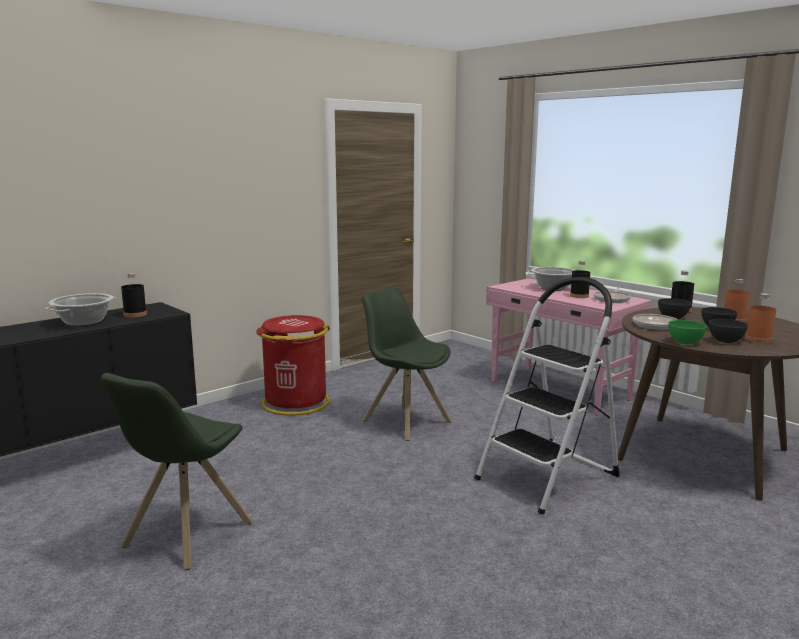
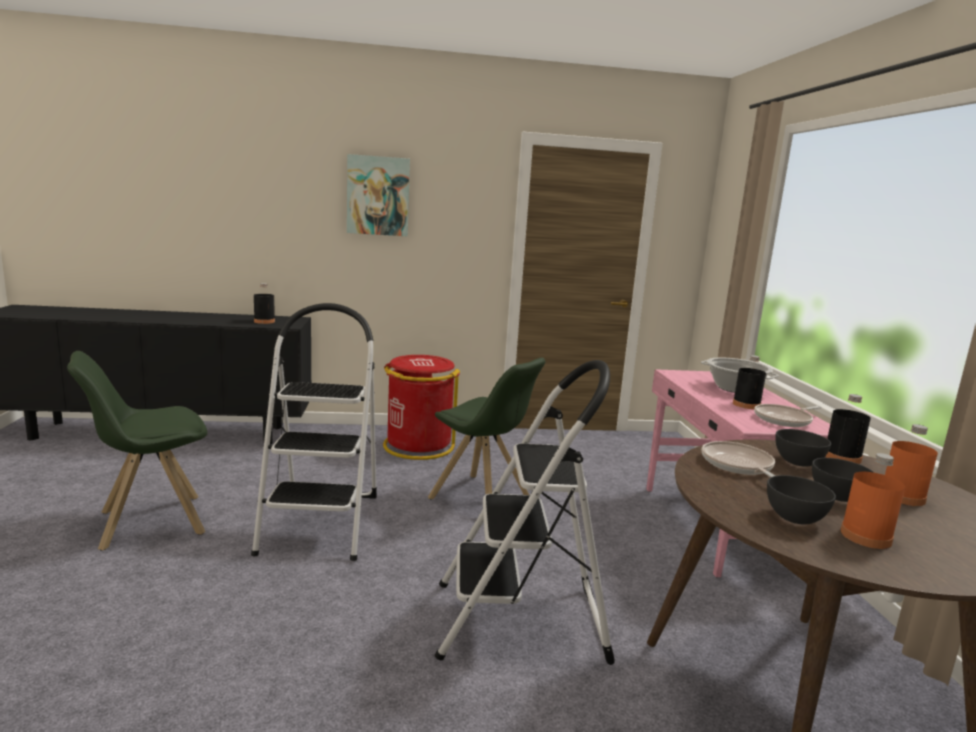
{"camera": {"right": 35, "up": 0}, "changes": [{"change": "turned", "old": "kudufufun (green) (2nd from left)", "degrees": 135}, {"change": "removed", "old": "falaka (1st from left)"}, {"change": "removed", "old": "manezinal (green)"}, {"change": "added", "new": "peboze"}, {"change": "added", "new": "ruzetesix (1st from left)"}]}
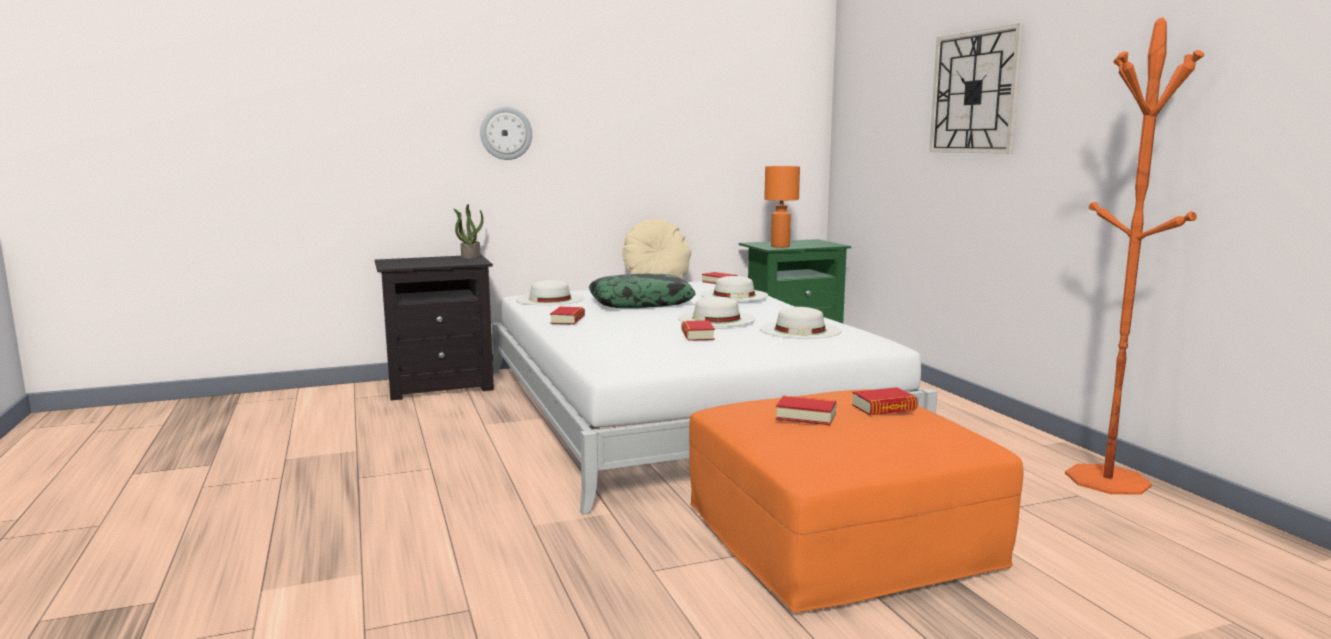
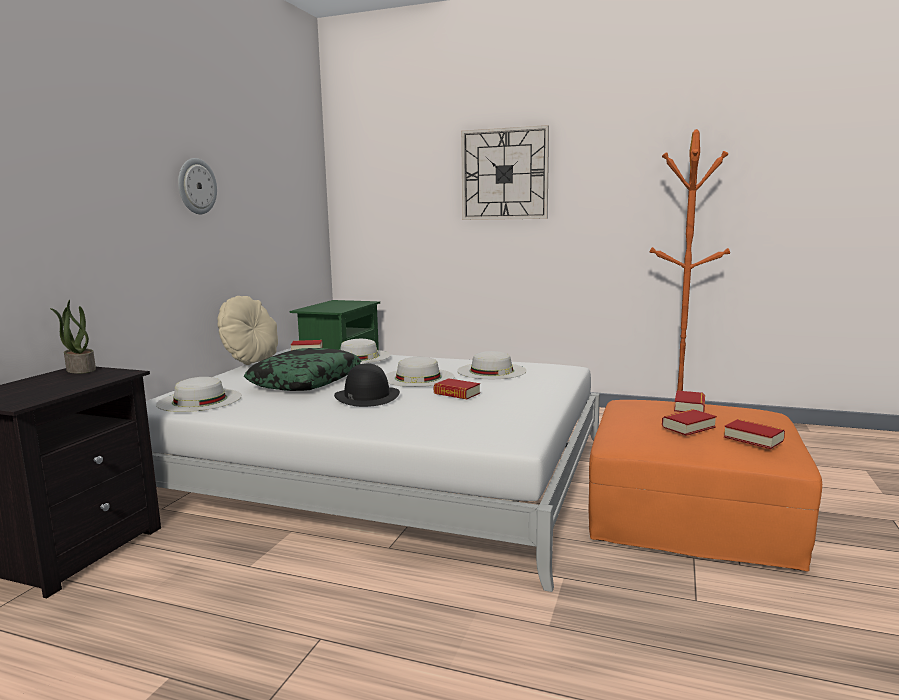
{"camera": {"right": -50, "up": 0}, "changes": [{"change": "moved", "old": "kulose (1st from left)"}, {"change": "removed", "old": "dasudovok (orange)"}, {"change": "moved", "old": "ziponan (1st from left in the first image)", "new": "ziponan (5th from left)"}, {"change": "added", "new": "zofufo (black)"}]}
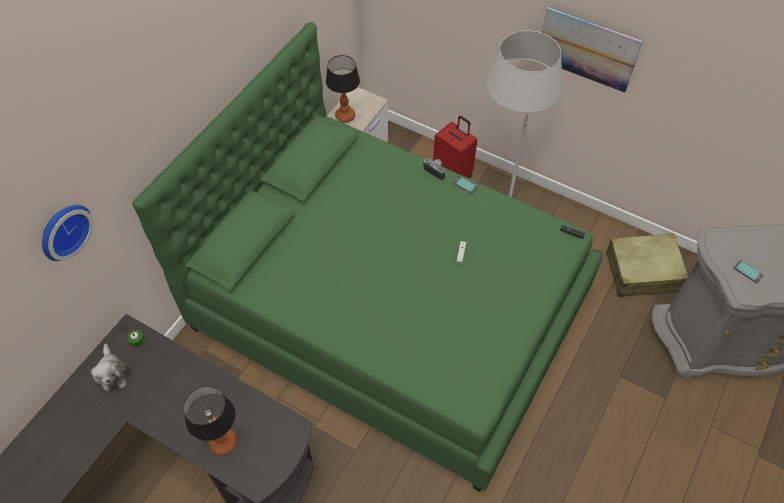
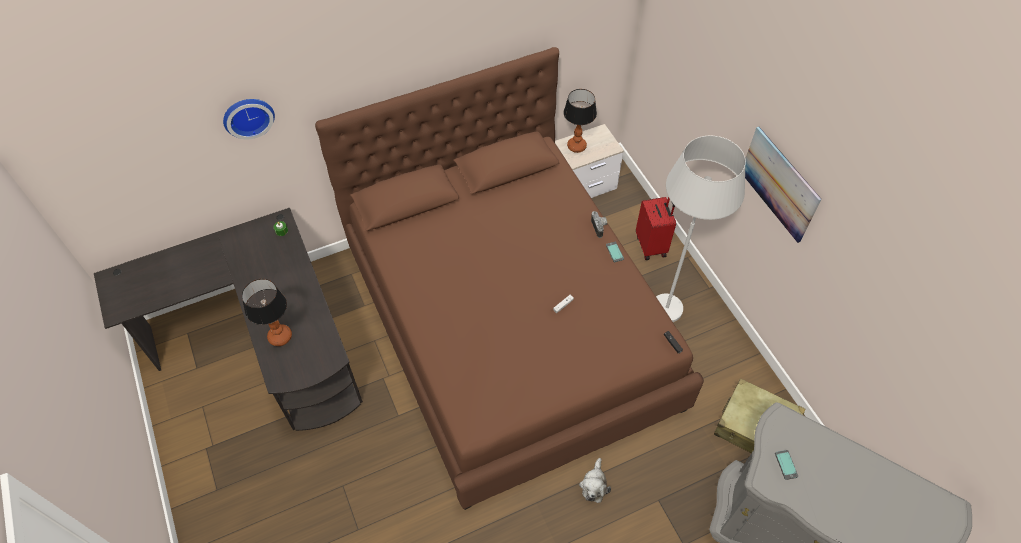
{"camera": {"right": 35, "up": 0}, "changes": [{"change": "recoloured", "old": "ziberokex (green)", "new": "ziberokex (brown)"}, {"change": "moved", "old": "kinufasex"}]}
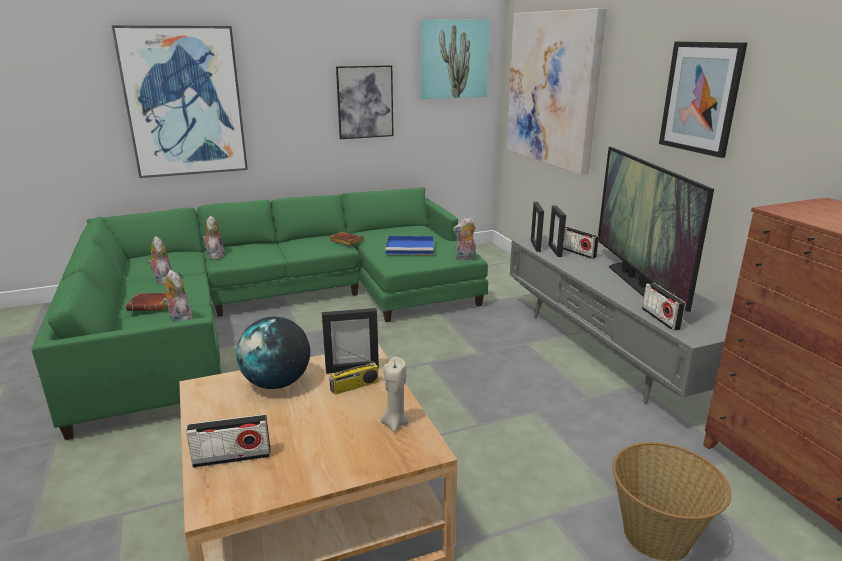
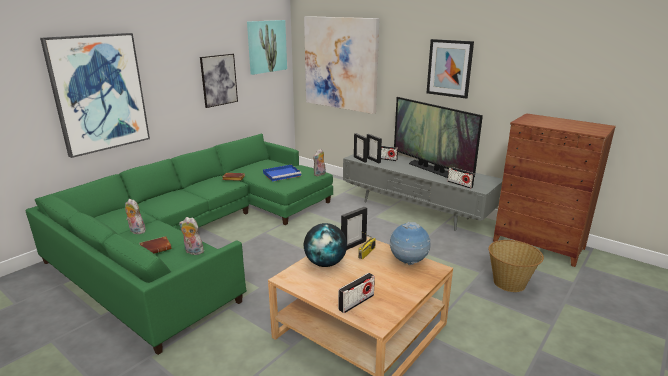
{"camera": {"right": -30, "up": 0}, "changes": [{"change": "removed", "old": "kinufasex (3rd from left)"}, {"change": "replaced", "old": "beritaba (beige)", "new": "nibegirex (2nd from left)"}]}
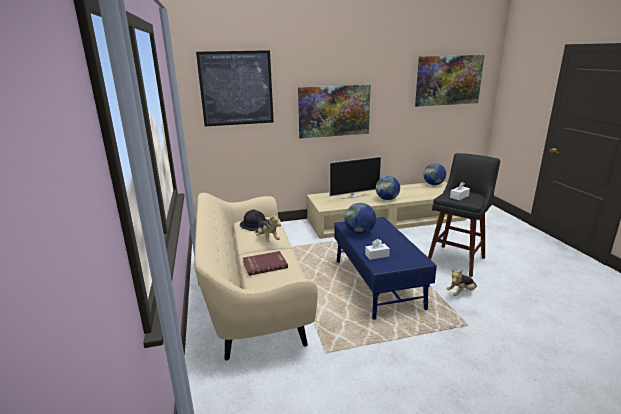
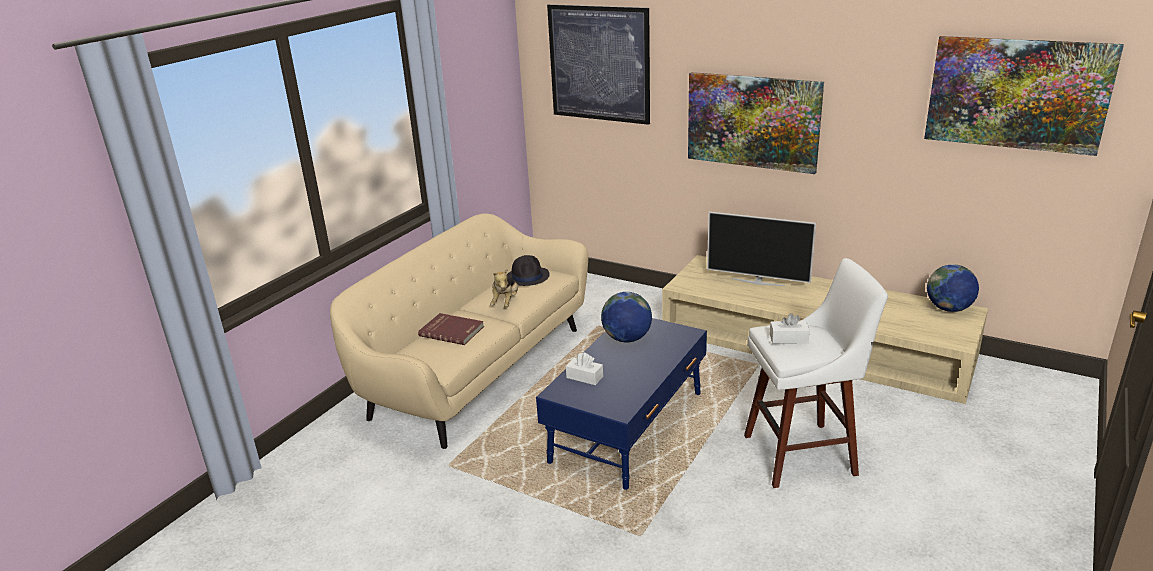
{"camera": {"right": 45, "up": 5}, "changes": [{"change": "recoloured", "old": "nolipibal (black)", "new": "nolipibal (white)"}, {"change": "removed", "old": "nibegirex (2nd from left)"}, {"change": "removed", "old": "kinufasex (2nd from left)"}]}
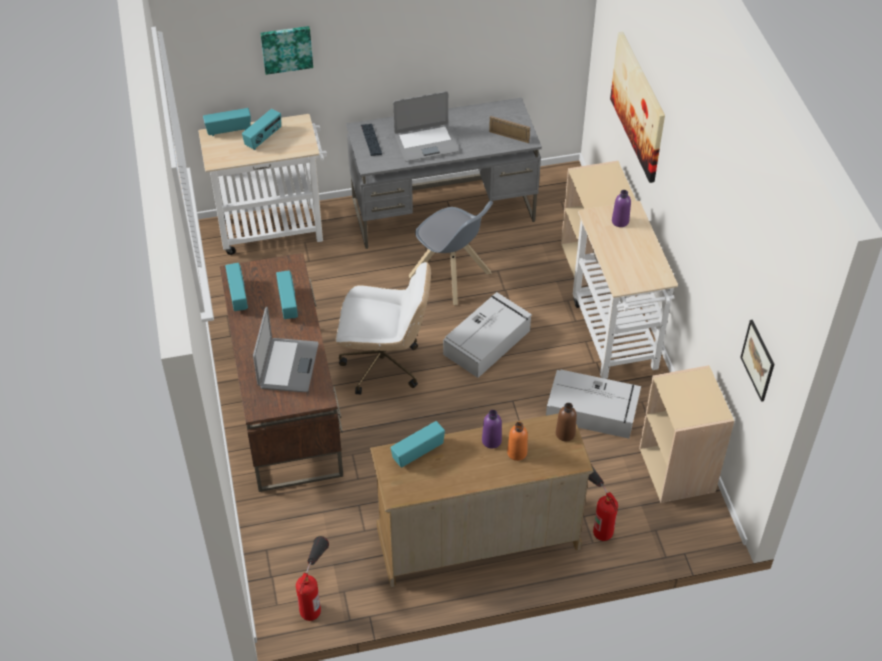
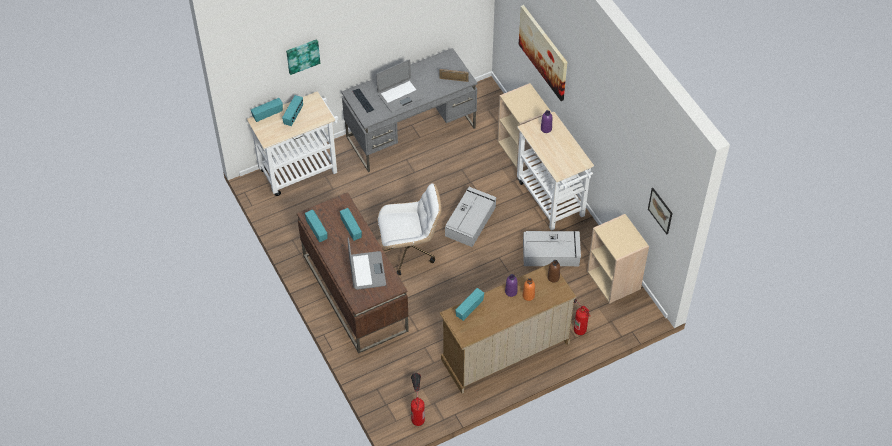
{"camera": {"right": -15, "up": 5}, "changes": [{"change": "removed", "old": "kudufufun (grey)"}]}
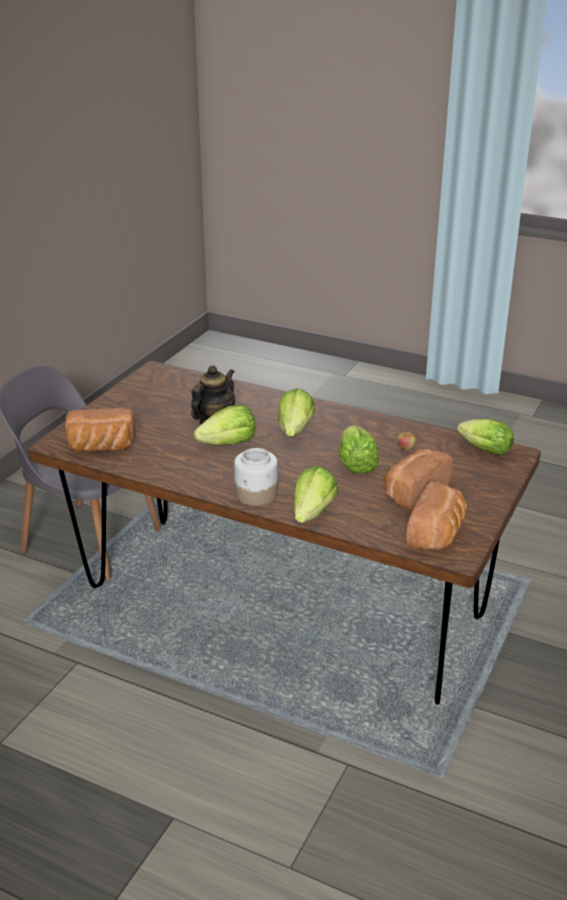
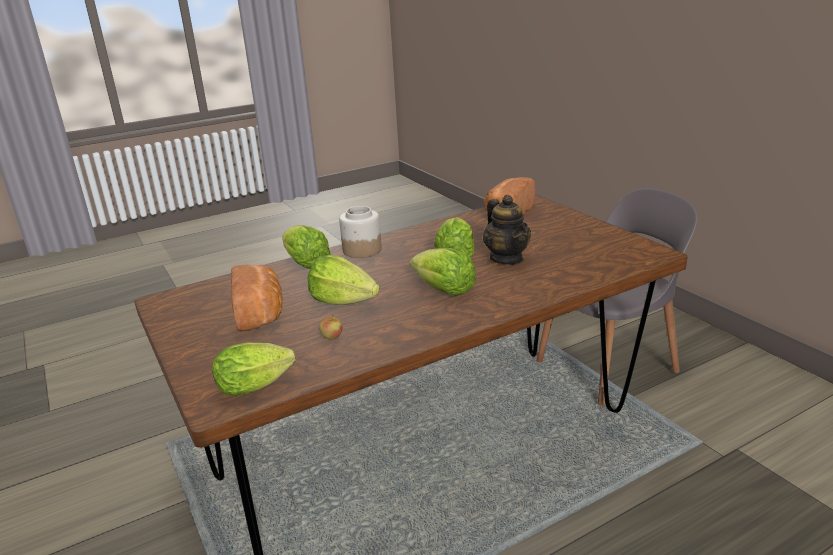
{"camera": {"right": 125, "up": -5}, "changes": [{"change": "removed", "old": "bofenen (3rd from left)"}]}
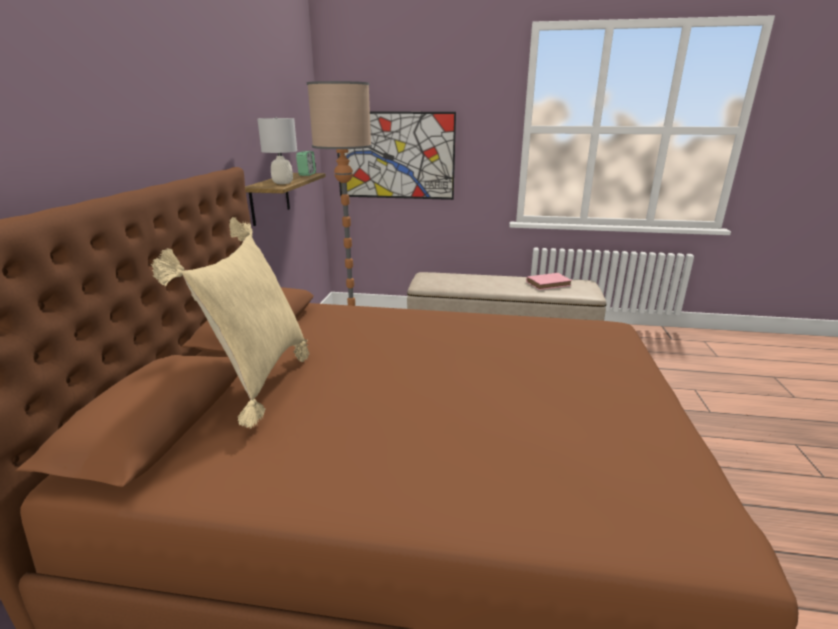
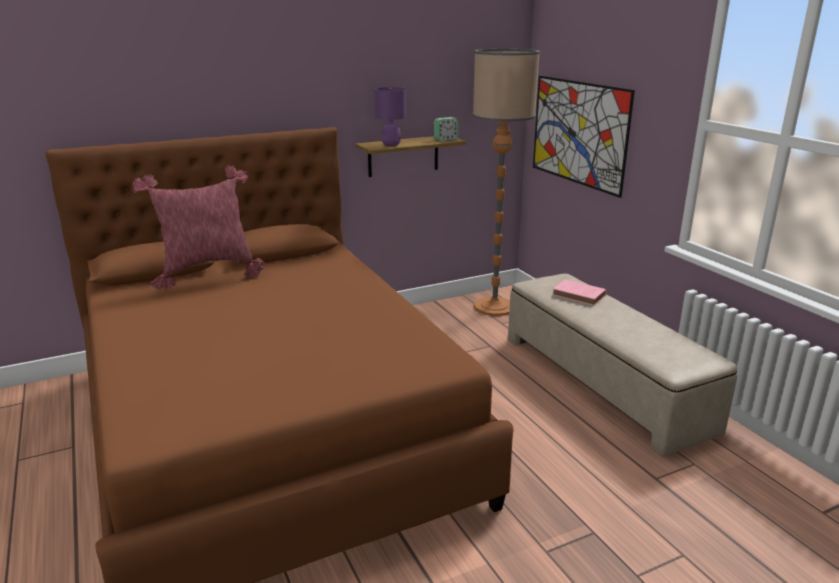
{"camera": {"right": 55, "up": 0}, "changes": [{"change": "recoloured", "old": "dasudovok (grey)", "new": "dasudovok (purple)"}, {"change": "recoloured", "old": "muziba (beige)", "new": "muziba (red)"}, {"change": "moved", "old": "ziponan (pink)"}]}
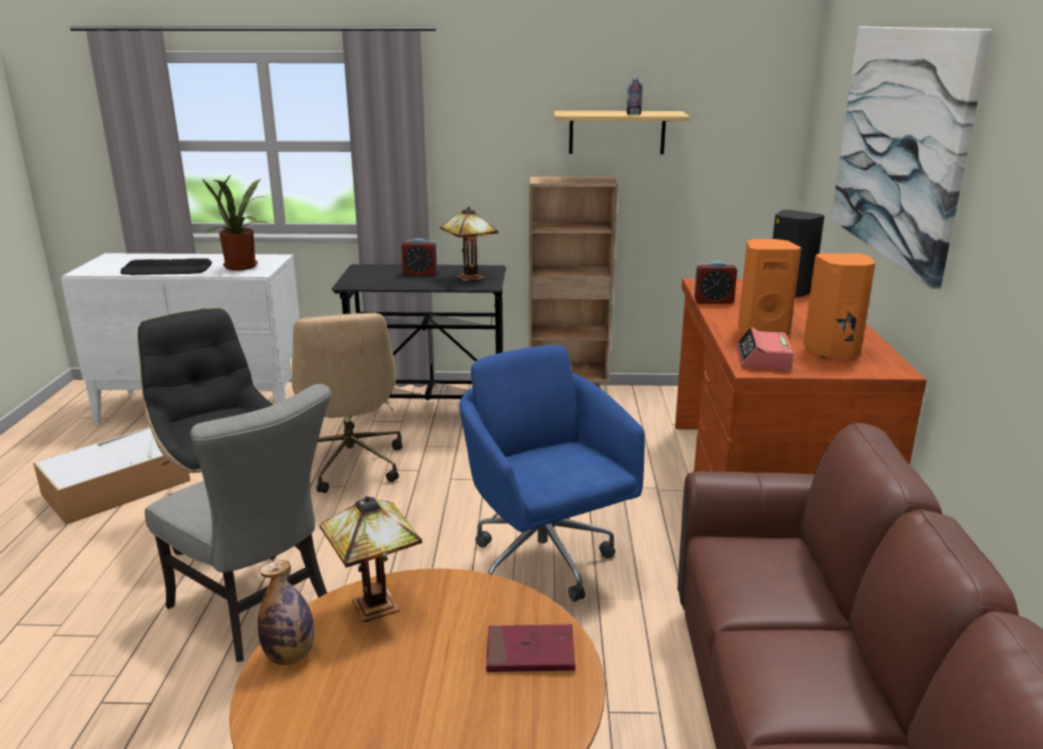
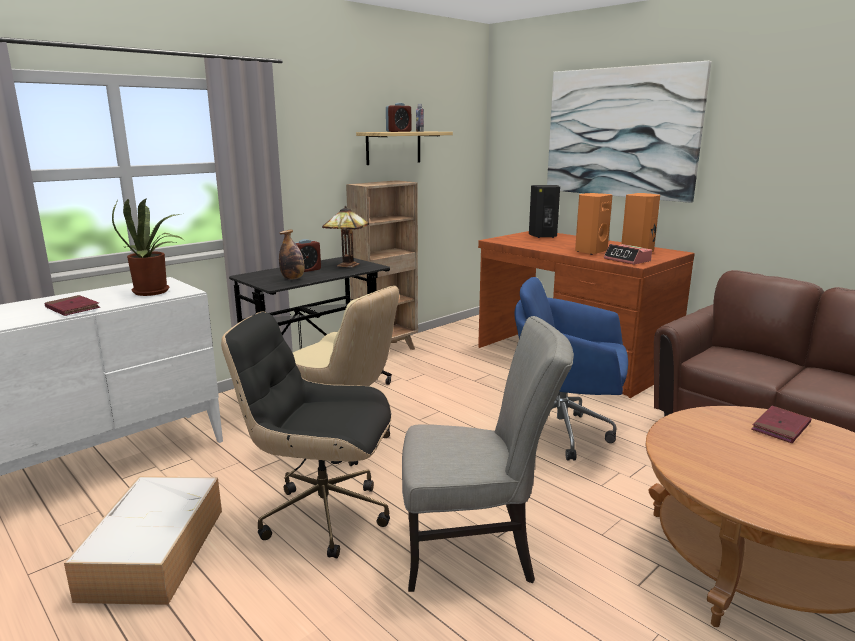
{"camera": {"right": -45, "up": -5}, "changes": [{"change": "replaced", "old": "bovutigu", "new": "ziponan (red) (1st from left)"}, {"change": "moved", "old": "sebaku (2nd from left)"}, {"change": "removed", "old": "dasudovok (1st from left)"}, {"change": "moved", "old": "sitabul (1st from left)"}]}
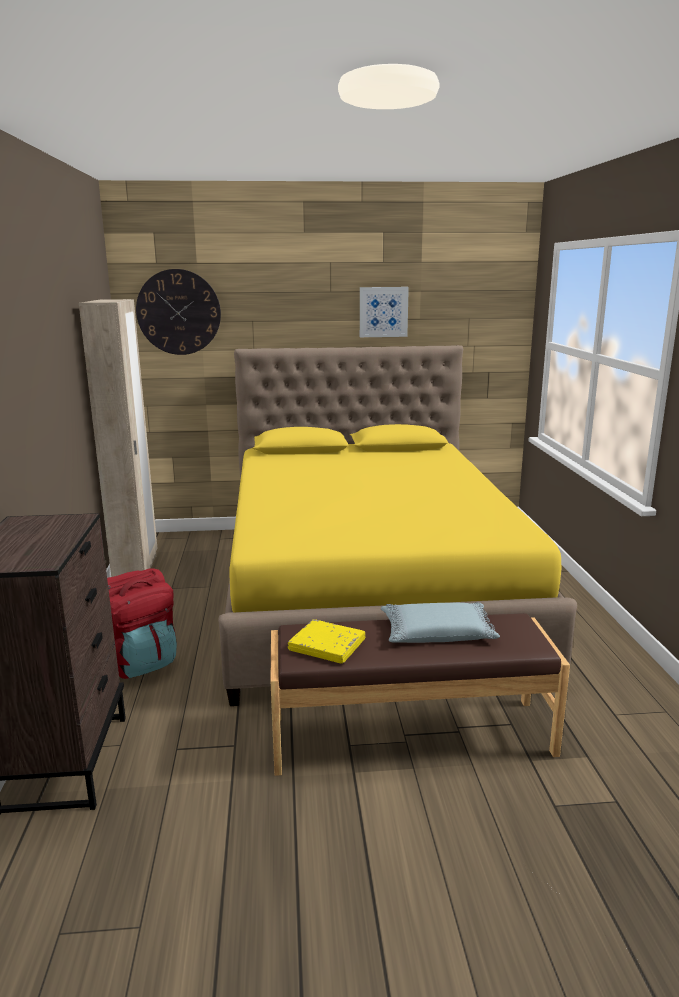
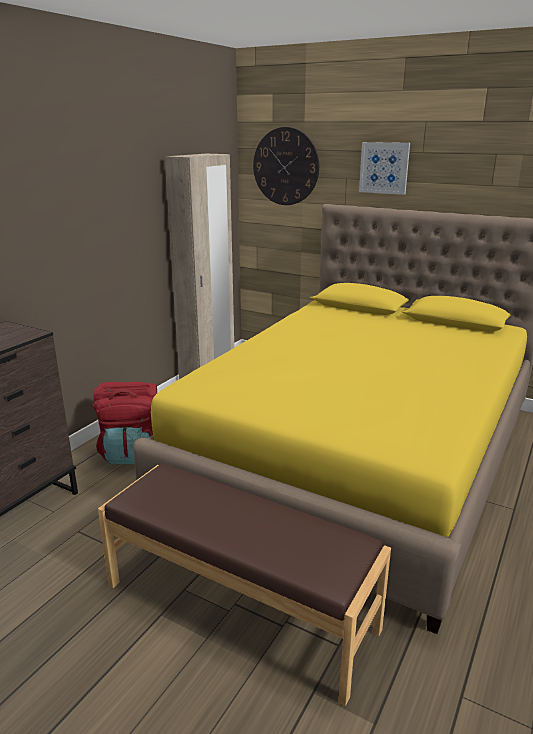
{"camera": {"right": 35, "up": 5}, "changes": [{"change": "moved", "old": "peboze"}, {"change": "removed", "old": "muziba (blue)"}, {"change": "removed", "old": "ziponan (yellow)"}]}
